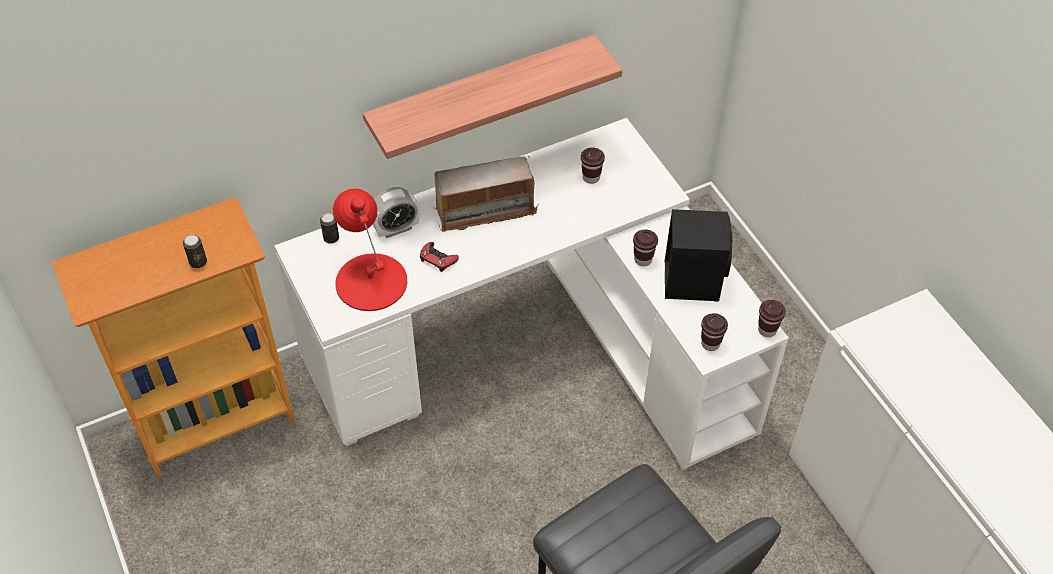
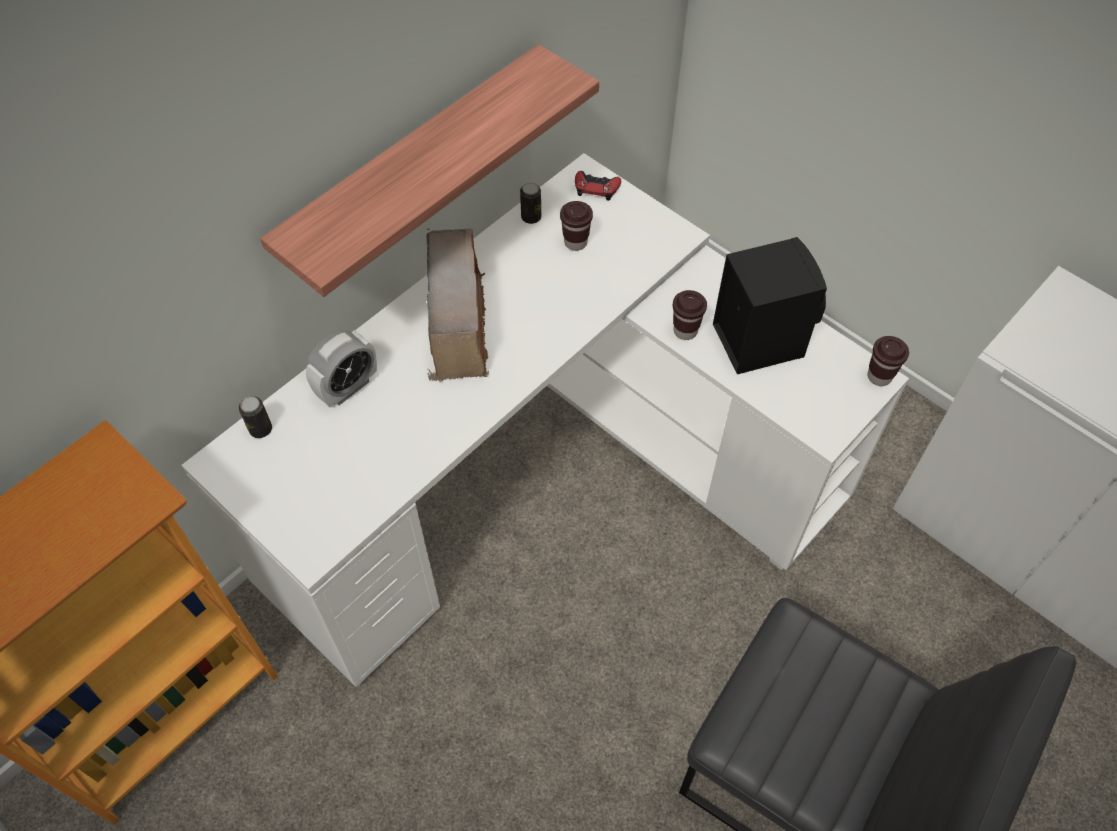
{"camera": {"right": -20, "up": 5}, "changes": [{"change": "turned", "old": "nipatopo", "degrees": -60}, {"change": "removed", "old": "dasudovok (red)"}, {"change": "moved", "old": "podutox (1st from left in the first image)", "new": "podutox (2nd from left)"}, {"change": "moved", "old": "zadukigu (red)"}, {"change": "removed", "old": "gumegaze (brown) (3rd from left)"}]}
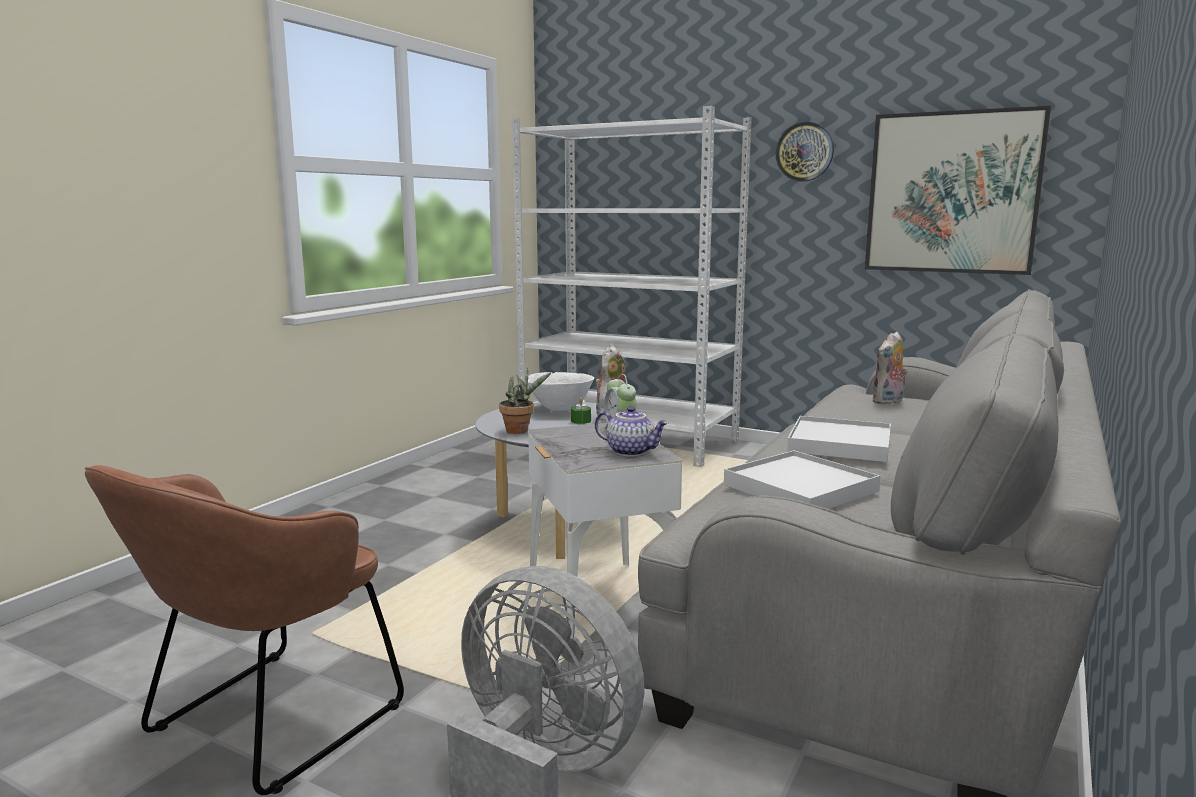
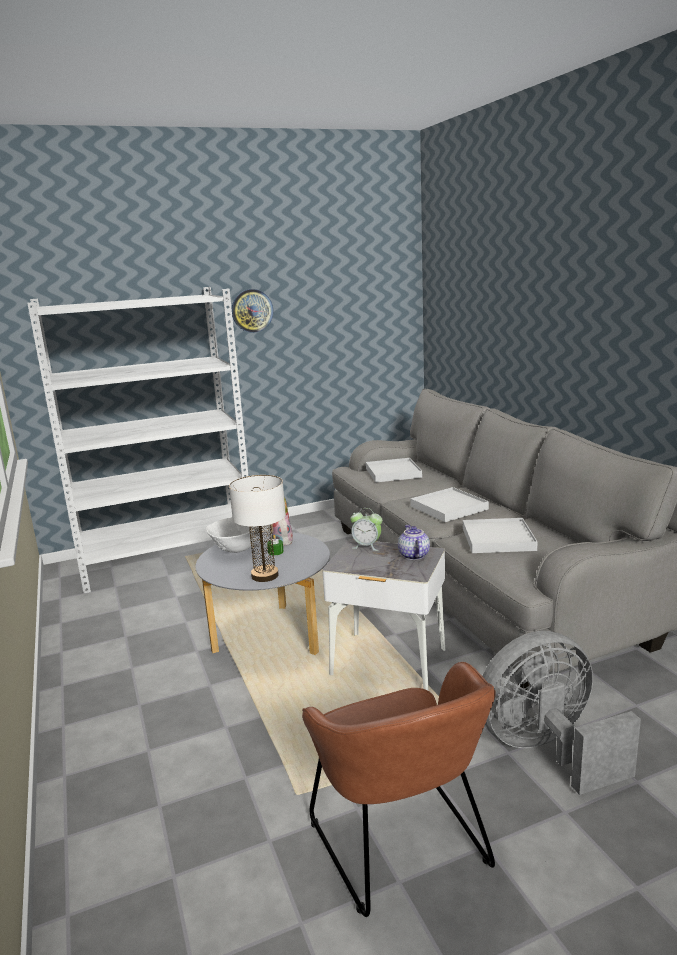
{"camera": {"right": -50, "up": 5}, "changes": [{"change": "removed", "old": "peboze"}, {"change": "replaced", "old": "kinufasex (2nd from left)", "new": "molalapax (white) (1st from left)"}, {"change": "replaced", "old": "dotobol", "new": "dasudovok"}, {"change": "turned", "old": "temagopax", "degrees": -75}]}
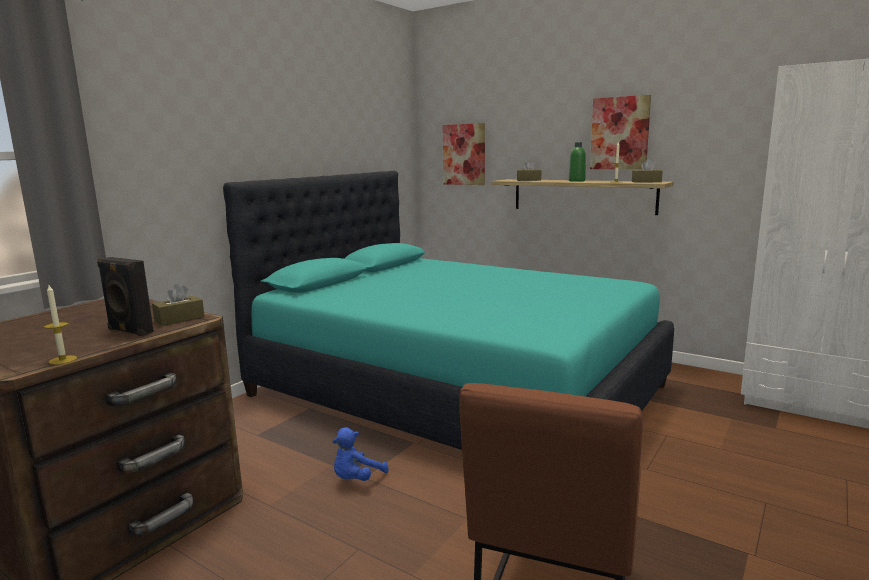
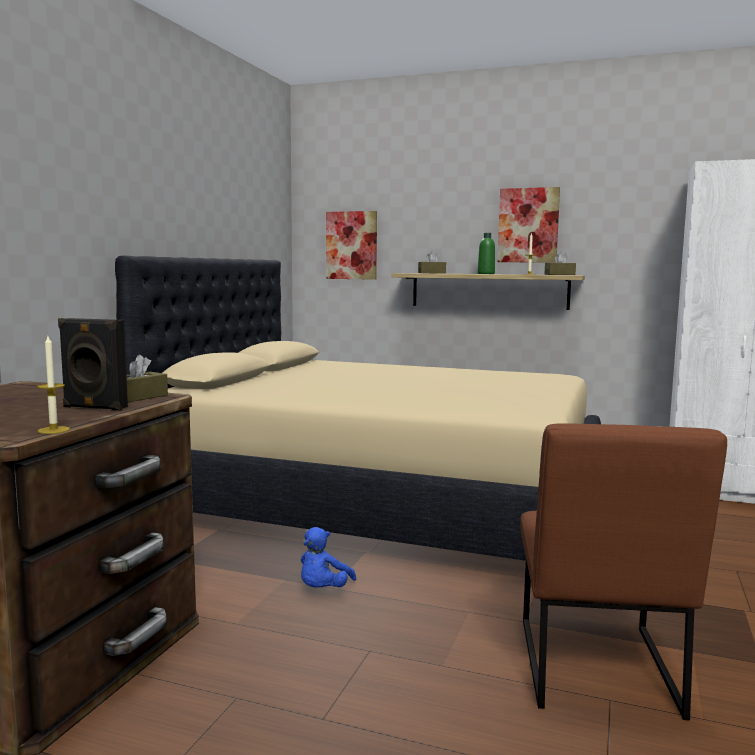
{"camera": {"right": -15, "up": -5}, "changes": [{"change": "recoloured", "old": "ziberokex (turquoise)", "new": "ziberokex (beige)"}]}
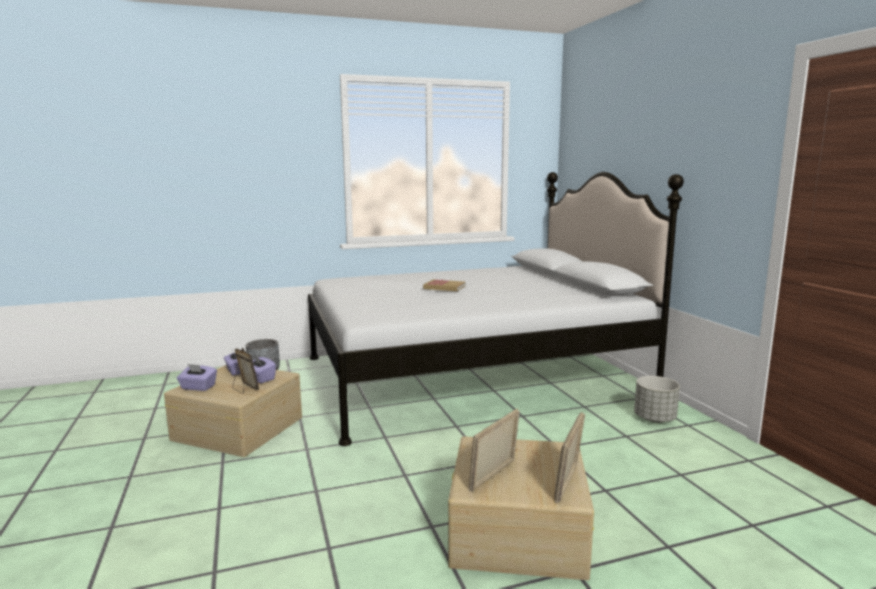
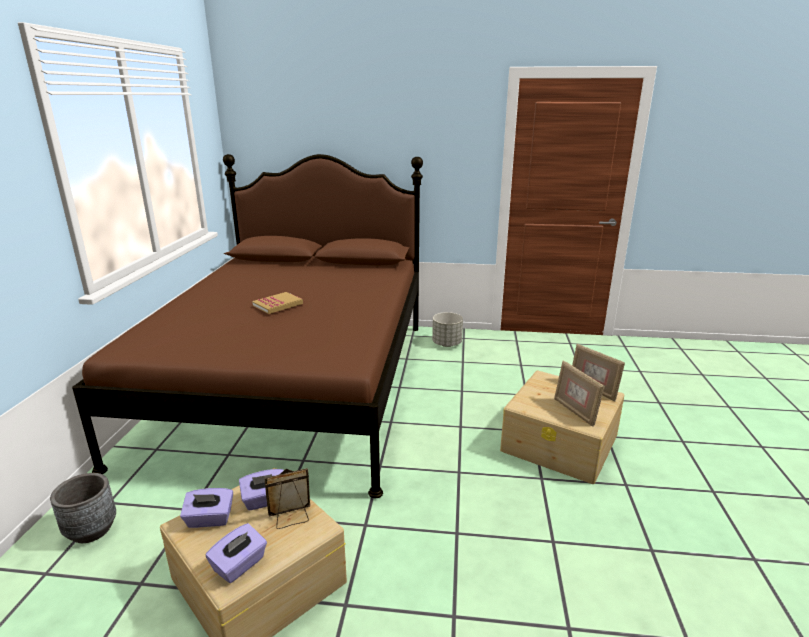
{"camera": {"right": -65, "up": 10}, "changes": [{"change": "recoloured", "old": "ziberokex (white)", "new": "ziberokex (brown)"}]}
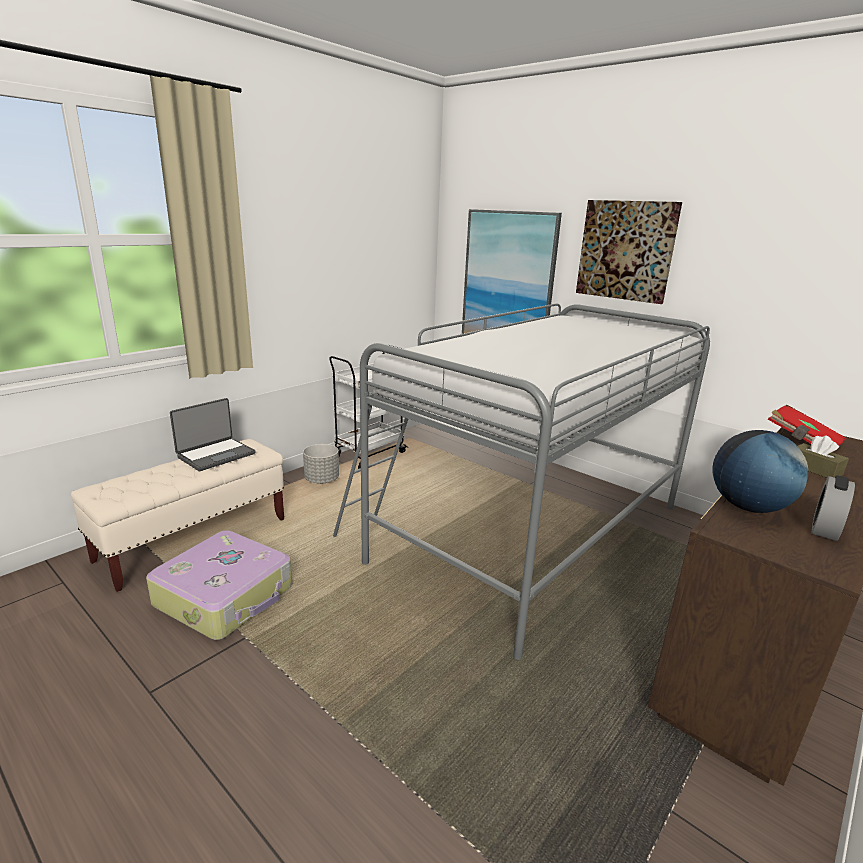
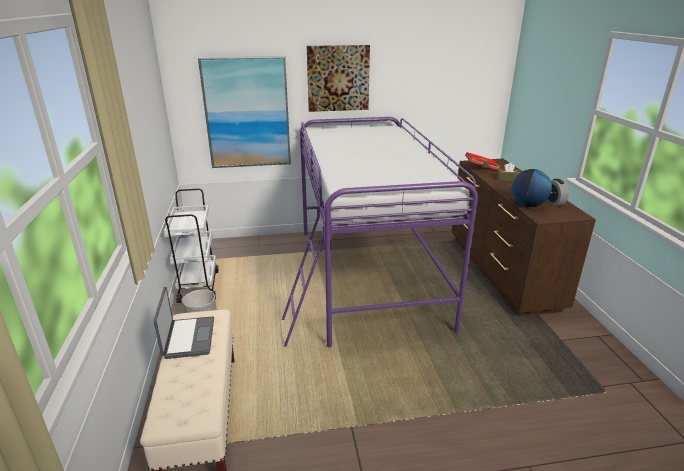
{"camera": {"right": -50, "up": 5}, "changes": [{"change": "recoloured", "old": "ziberokex (grey)", "new": "ziberokex (purple)"}, {"change": "removed", "old": "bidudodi"}]}
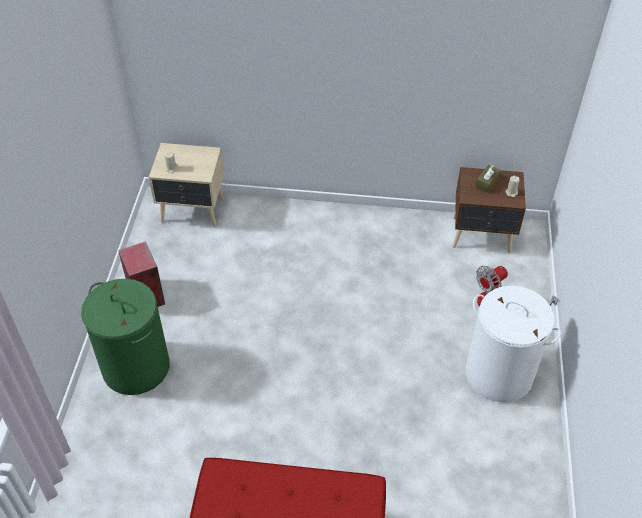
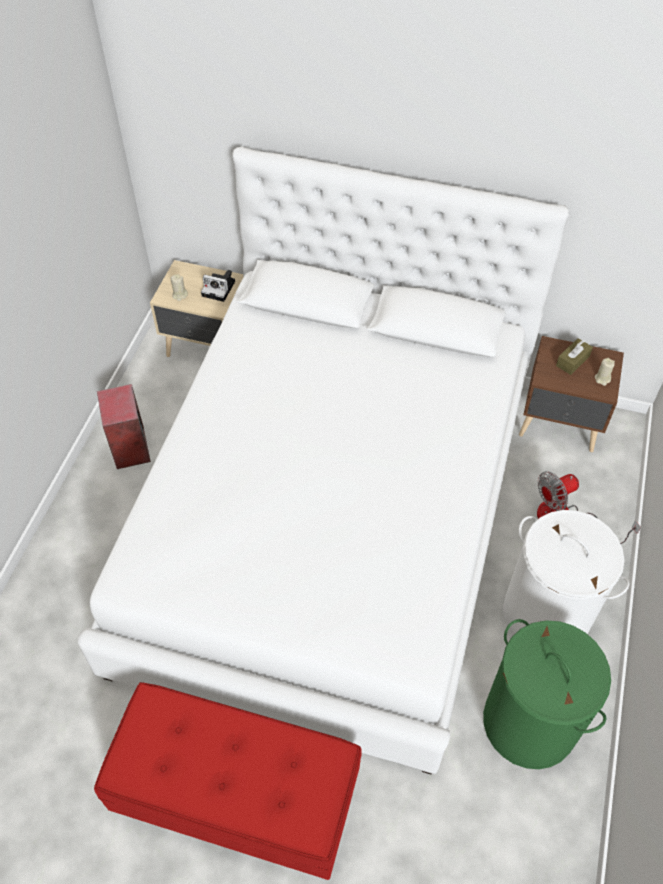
{"camera": {"right": 10, "up": 5}, "changes": [{"change": "moved", "old": "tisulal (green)"}, {"change": "added", "new": "ziberokex (white)"}, {"change": "added", "new": "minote"}]}
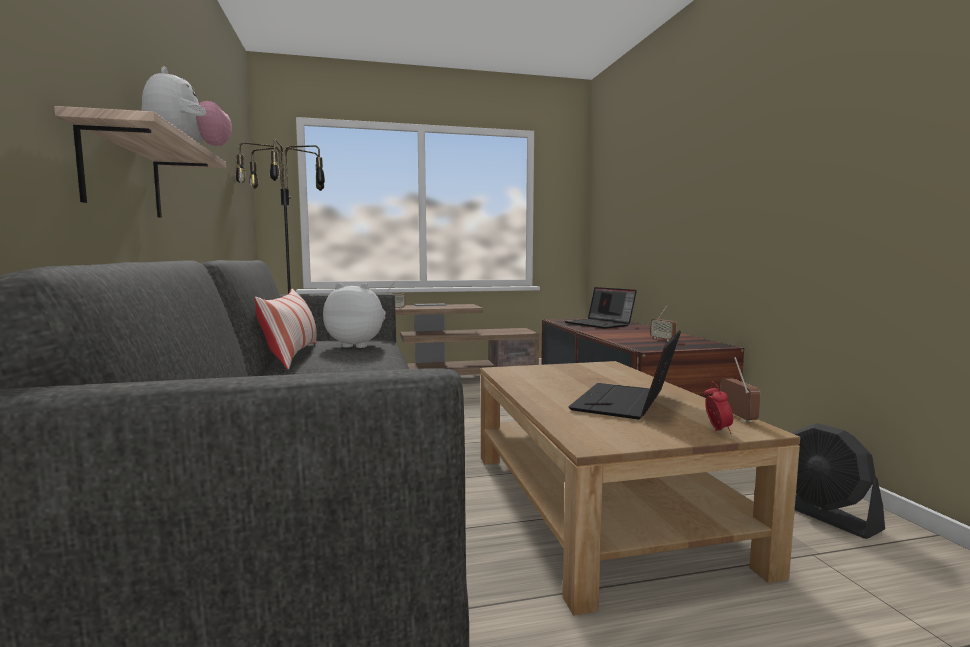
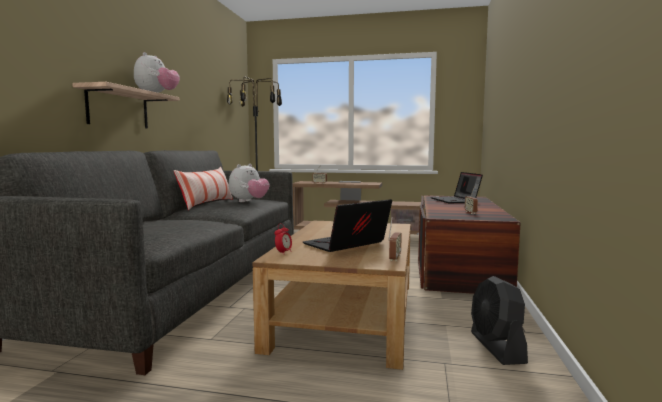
{"camera": {"right": 25, "up": 0}, "changes": [{"change": "turned", "old": "kinufasex (2nd from left)", "degrees": 90}, {"change": "moved", "old": "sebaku"}]}
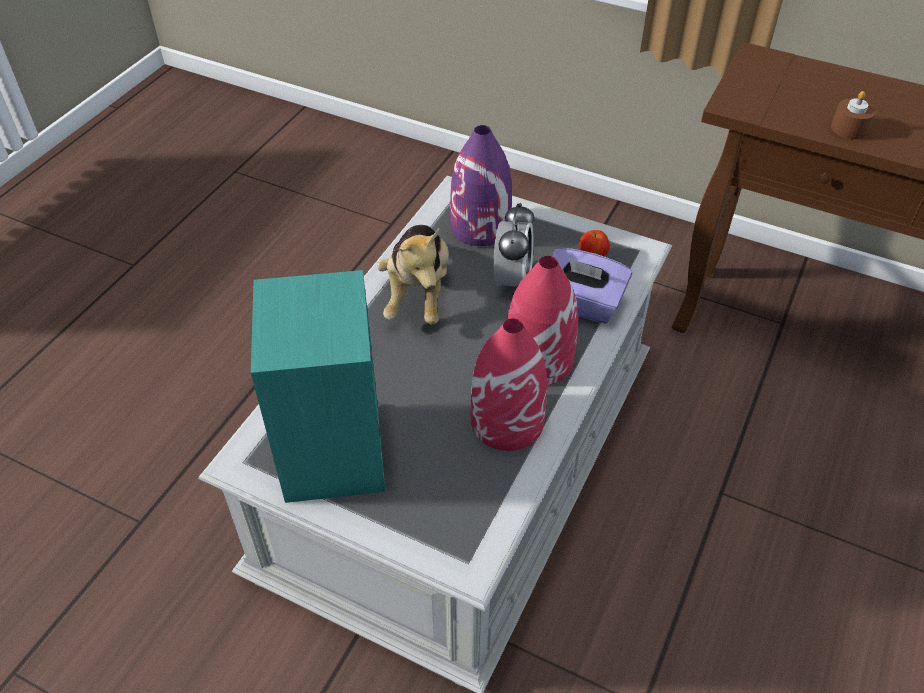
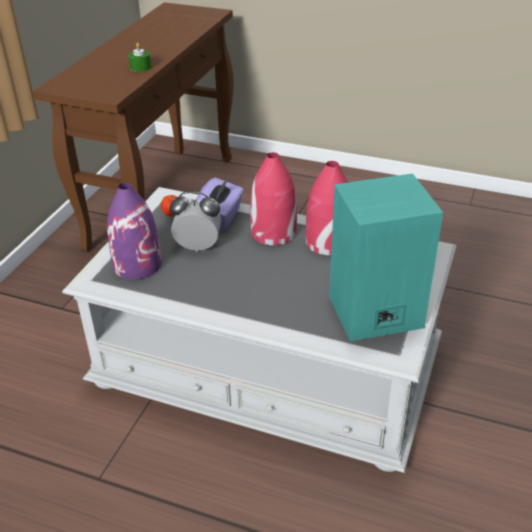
{"camera": {"right": -95, "up": -10}, "changes": [{"change": "recoloured", "old": "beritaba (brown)", "new": "beritaba (green)"}, {"change": "removed", "old": "kinufasex"}]}
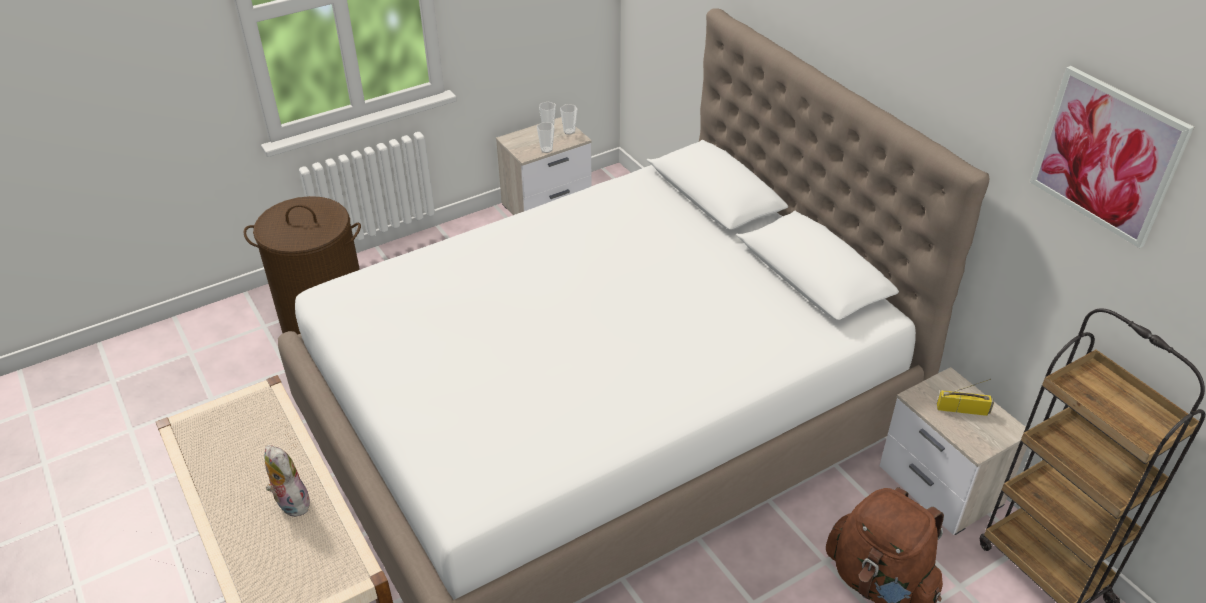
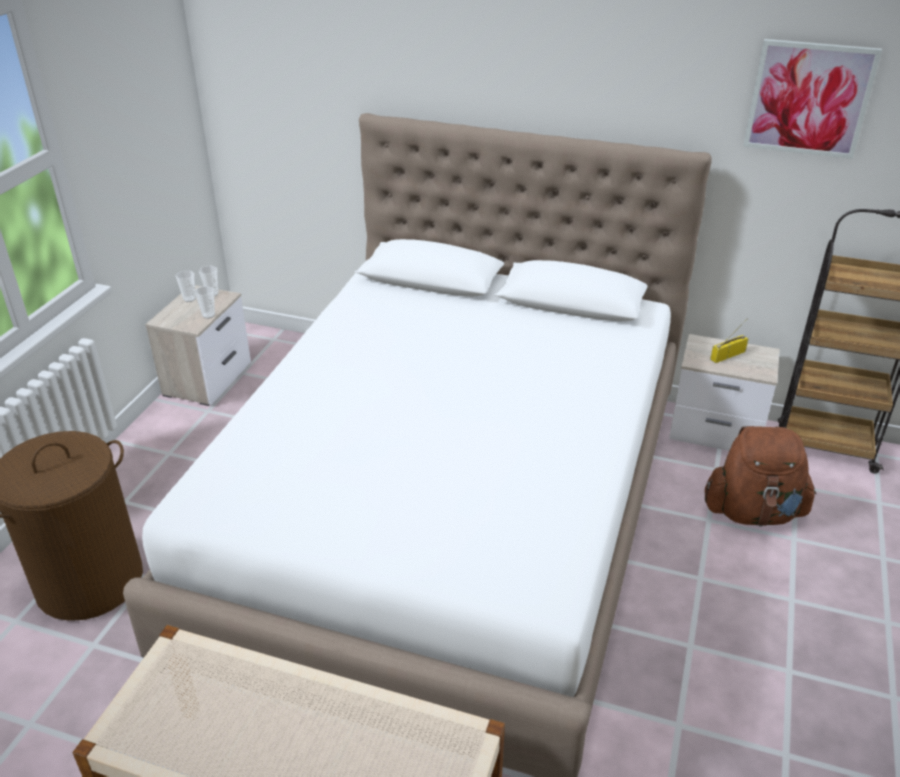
{"camera": {"right": -40, "up": -5}, "changes": [{"change": "removed", "old": "kinufasex"}]}
